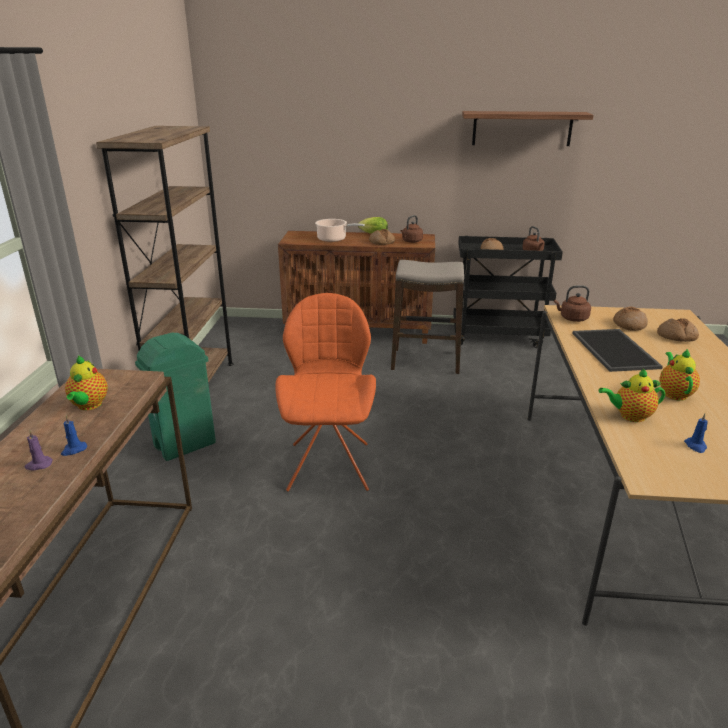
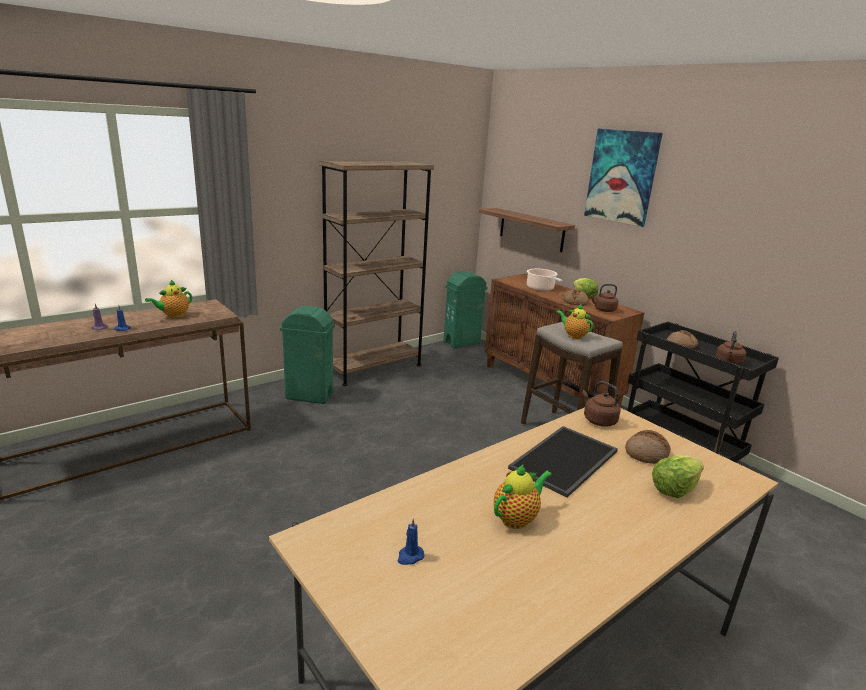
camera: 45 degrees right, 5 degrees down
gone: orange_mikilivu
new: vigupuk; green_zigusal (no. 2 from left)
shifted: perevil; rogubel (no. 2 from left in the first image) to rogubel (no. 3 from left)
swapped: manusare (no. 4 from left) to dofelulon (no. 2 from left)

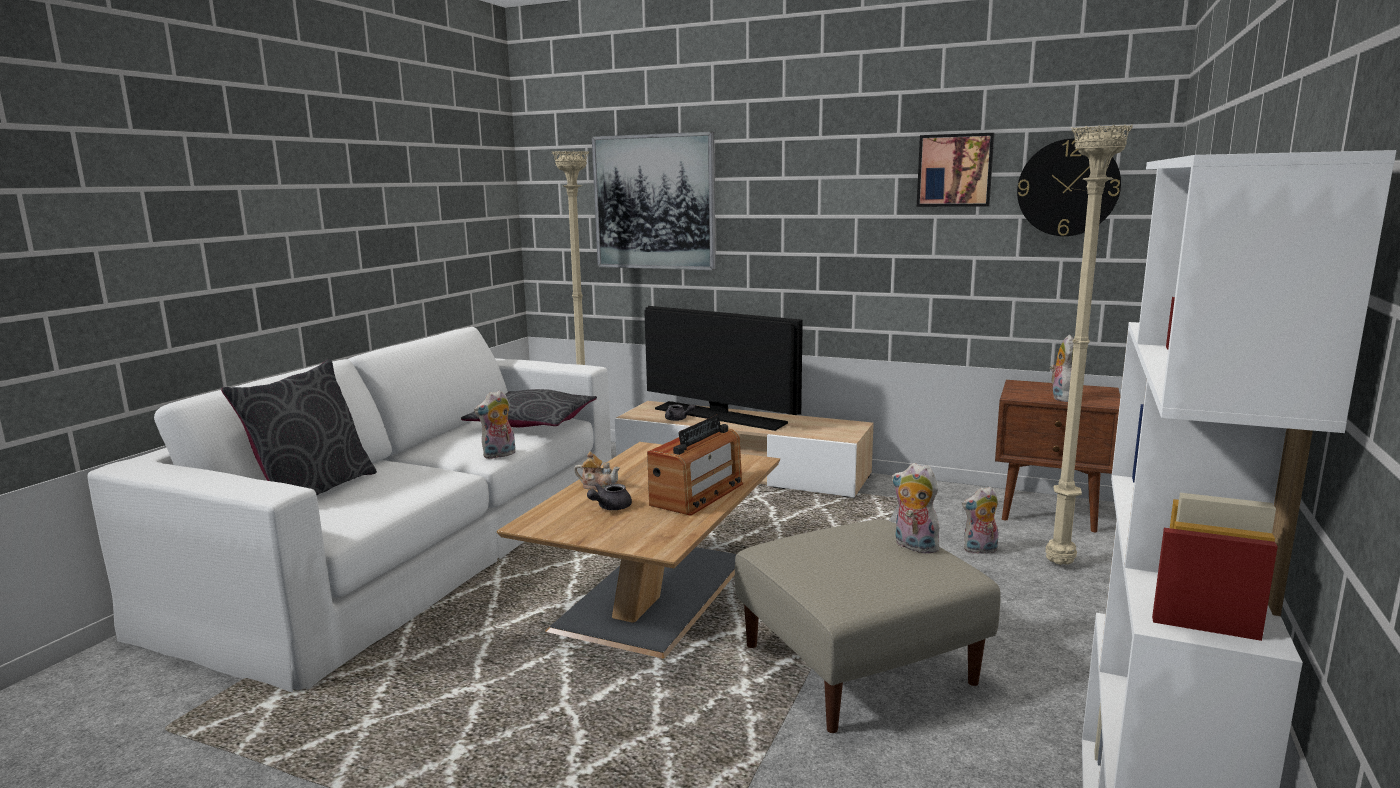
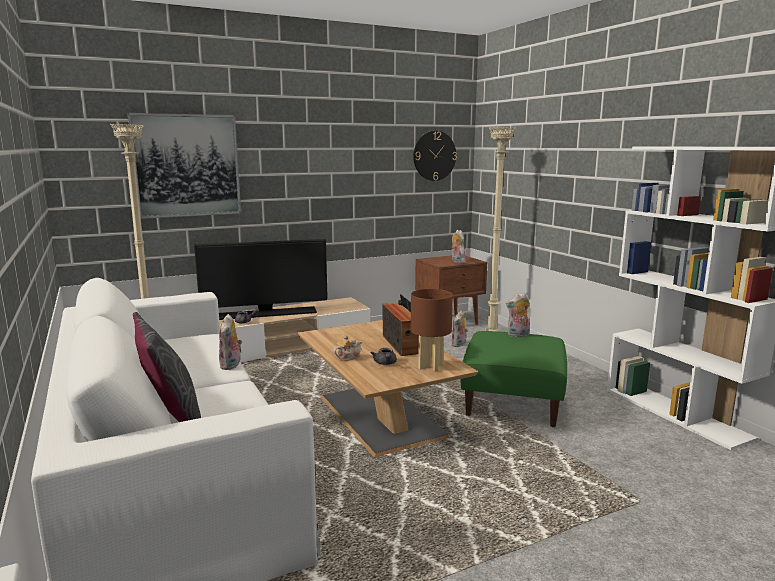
camera: 50 degrees left, 0 degrees up
gone: vigupuk (no. 2 from left); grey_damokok (no. 2 from left)
new: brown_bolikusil
repainted: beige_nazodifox to green_nazodifox

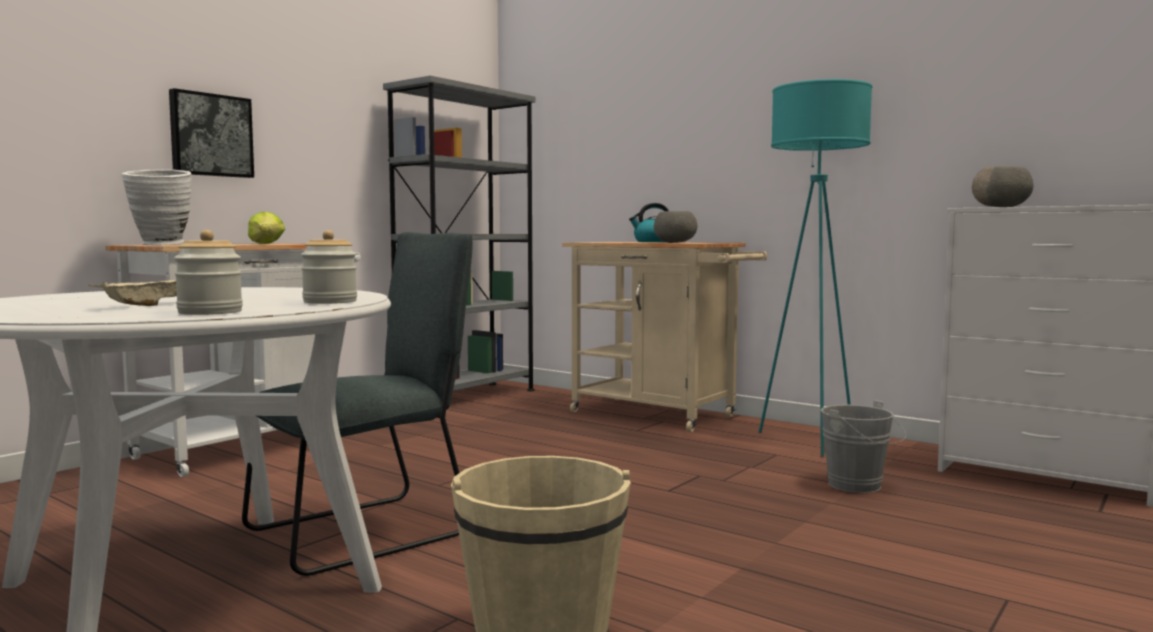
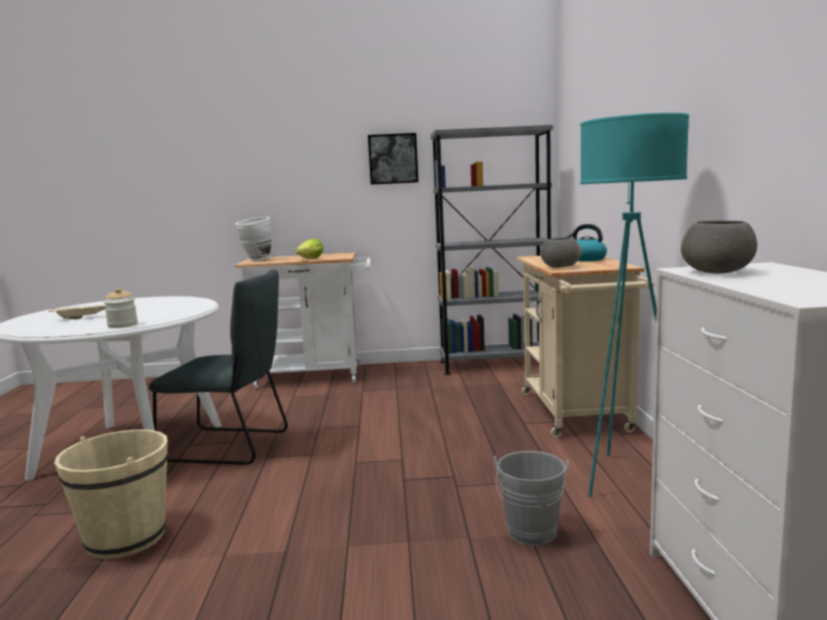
camera: 50 degrees right, 5 degrees up
gone: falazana (no. 1 from left)
shifted: vigupuk

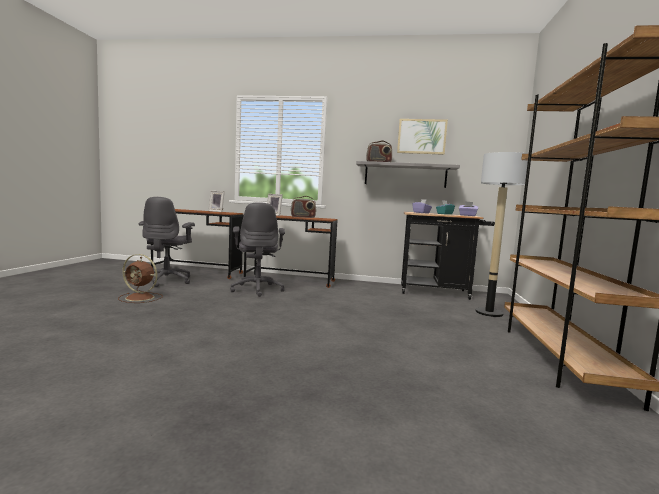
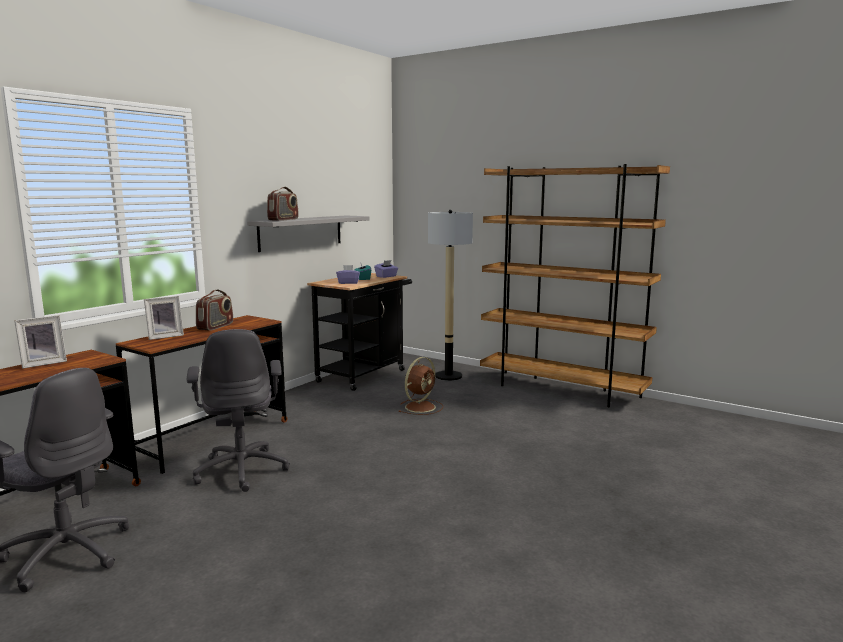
camera: 65 degrees left, 5 degrees up
gone: vigupuk
shifted: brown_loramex
rotated: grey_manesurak (no. 2 from left) 60 degrees clockwise

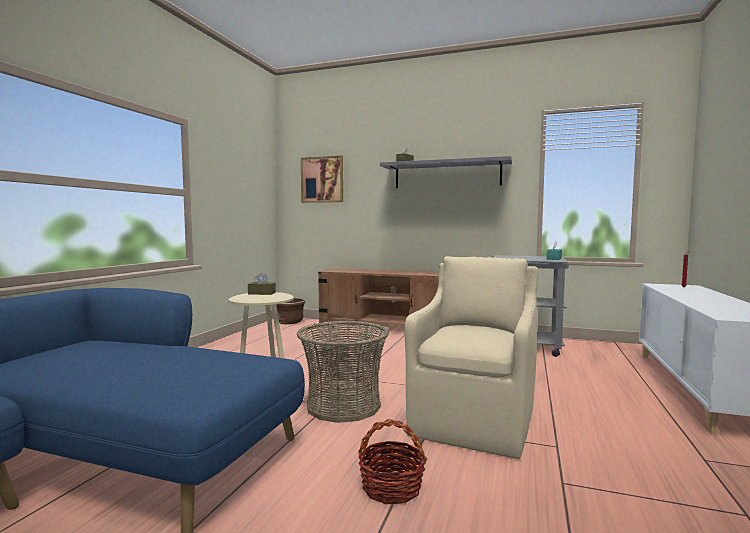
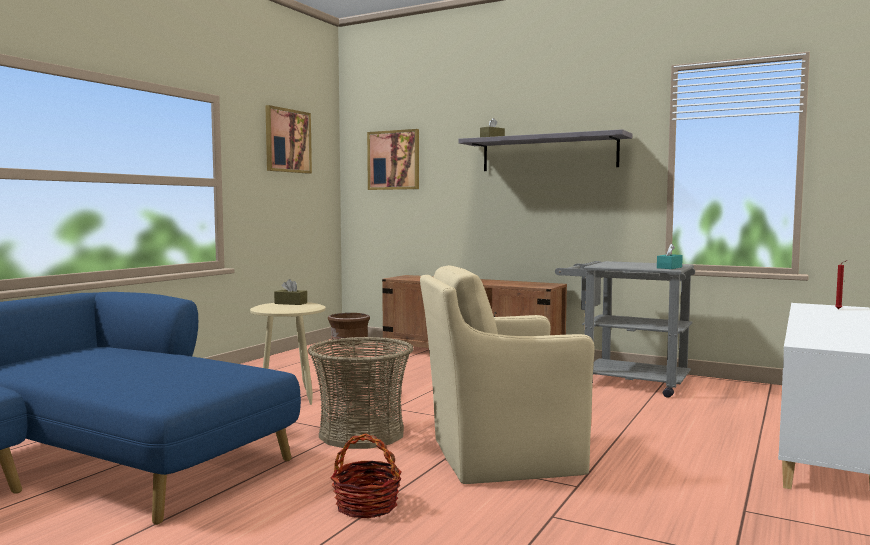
camera: 10 degrees right, 0 degrees up
new: vigupuk (no. 1 from left)
rotated: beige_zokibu 135 degrees counterclockwise

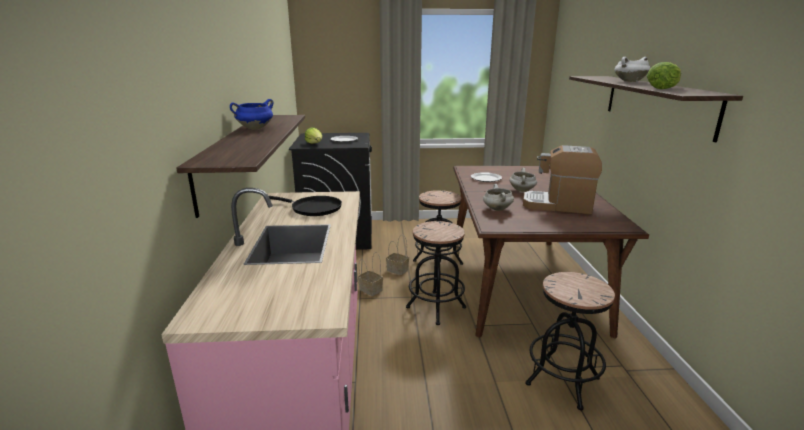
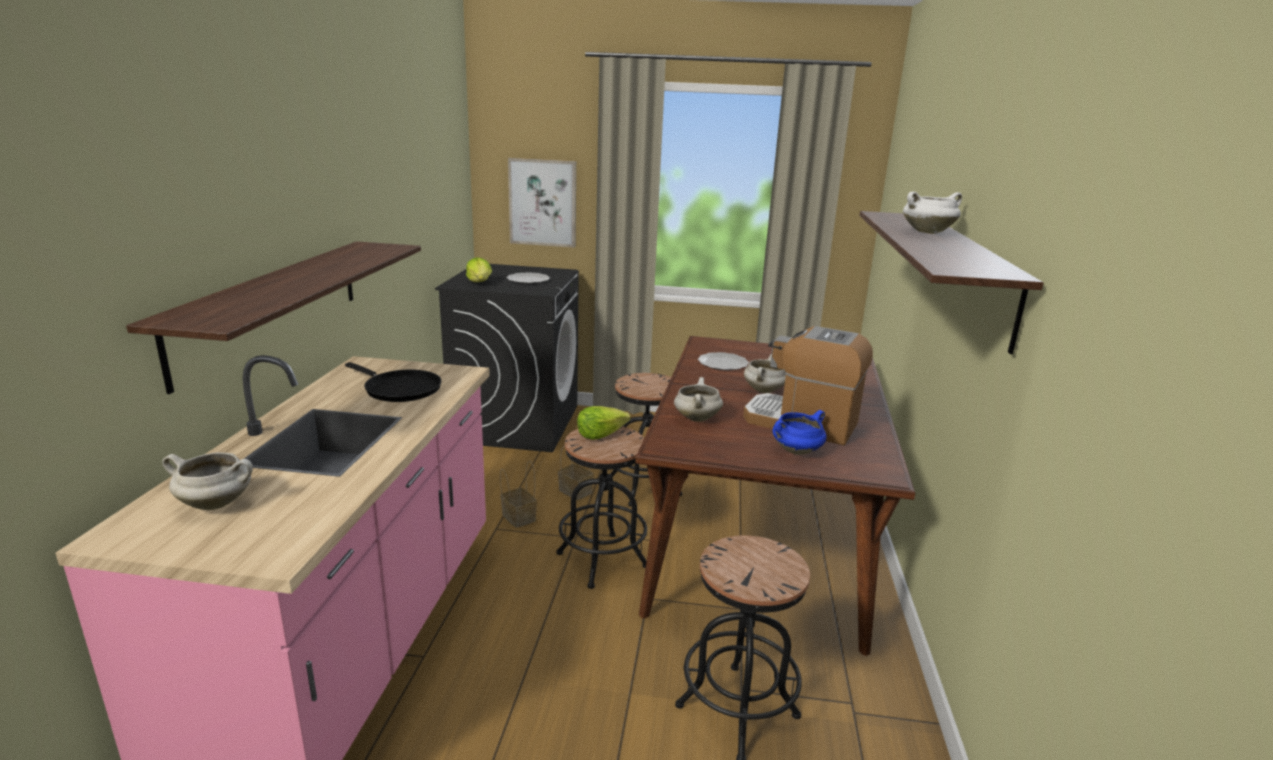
camera: 10 degrees right, 0 degrees up
new: vigupuk; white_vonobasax (no. 1 from left)
shifted: dofelulon (no. 2 from left); blue_vonobasax

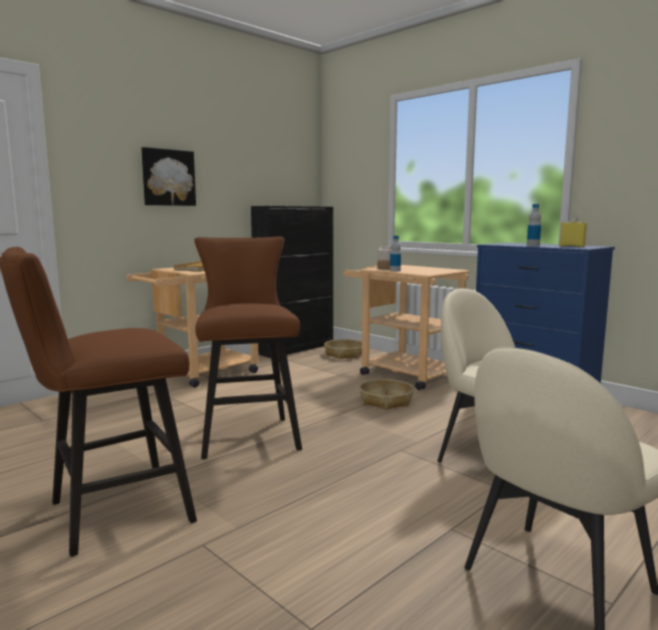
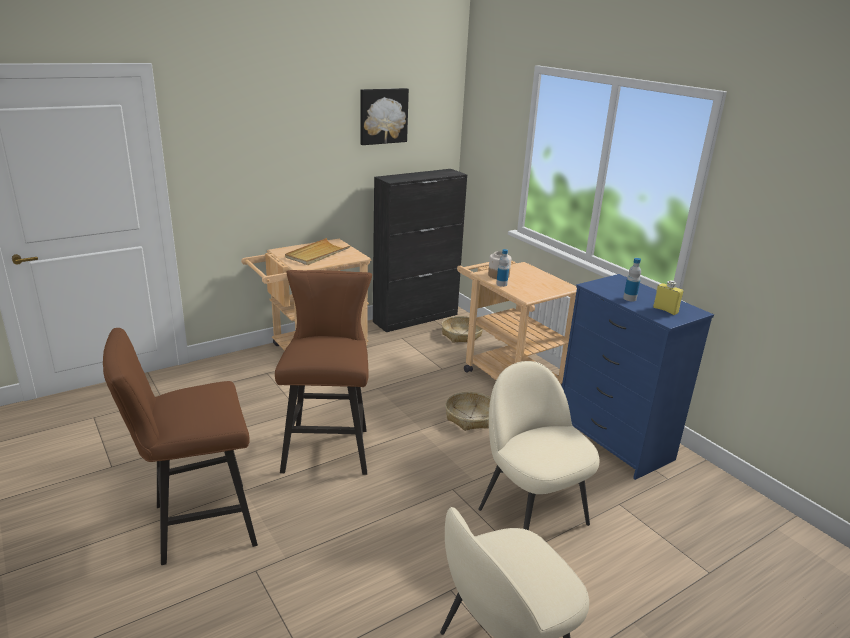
camera: 10 degrees right, 15 degrees up
shifted: vigupuk

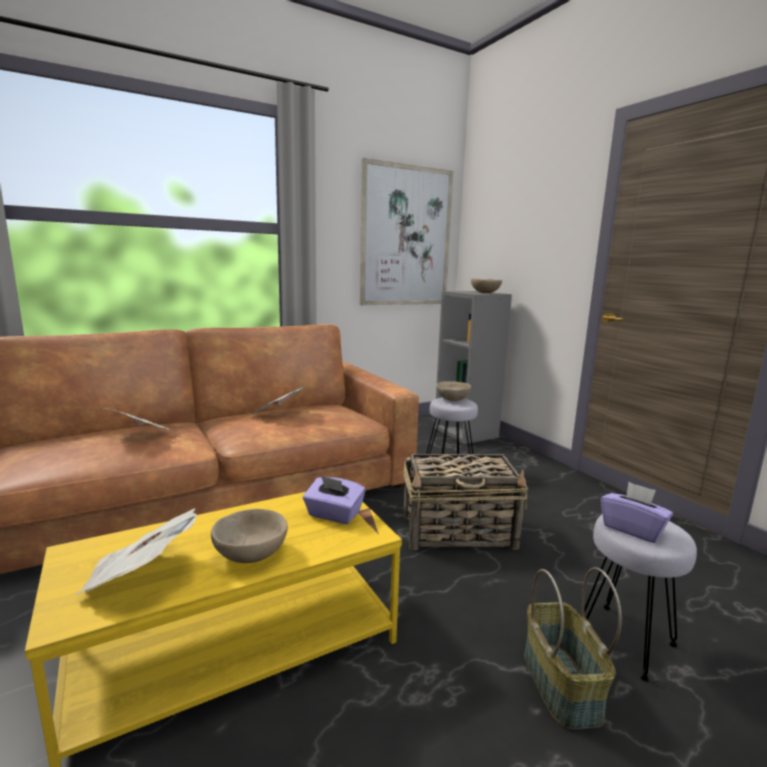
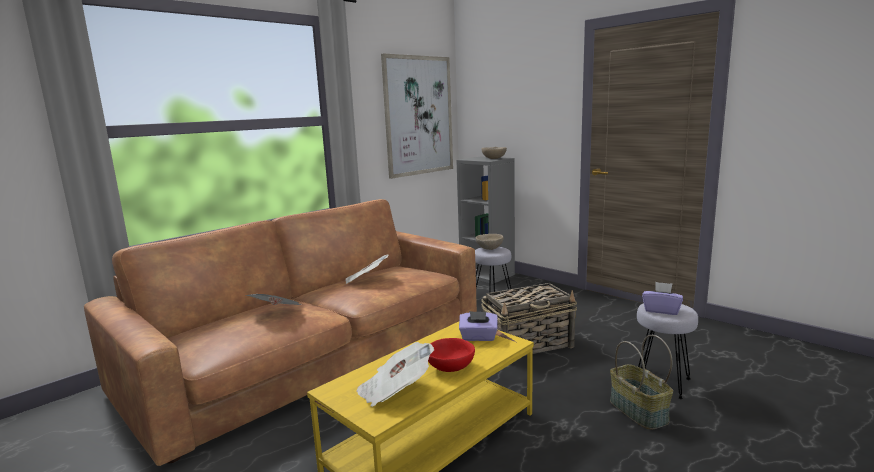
camera: 15 degrees left, 0 degrees up
repainted: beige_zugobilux (no. 1 from left) to red_zugobilux

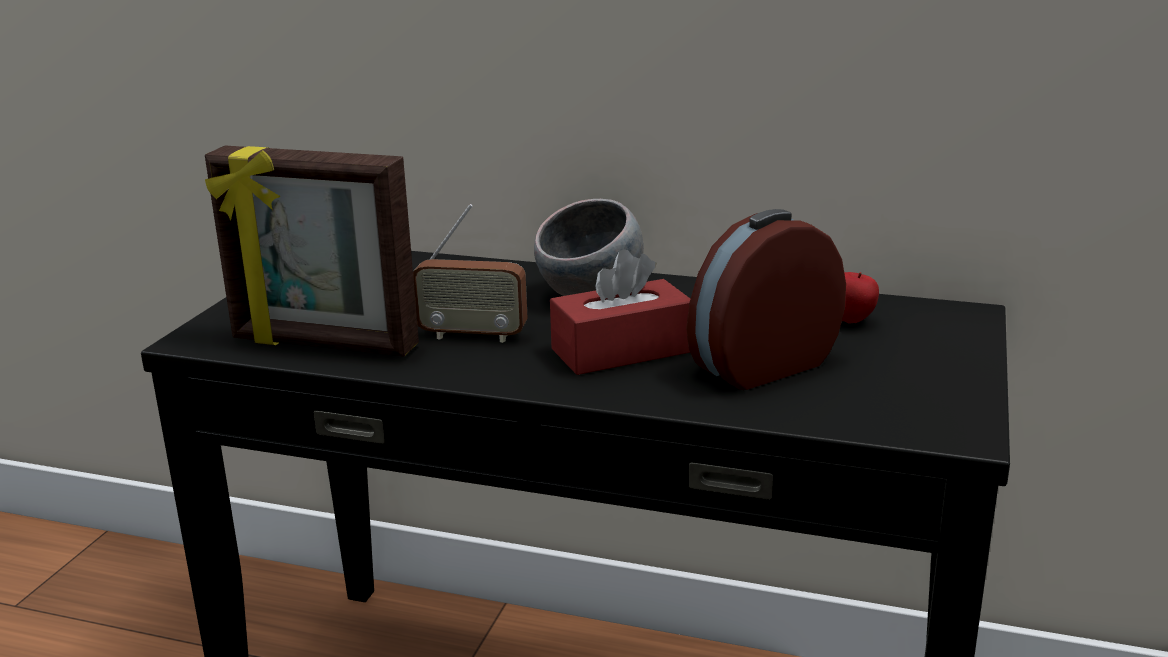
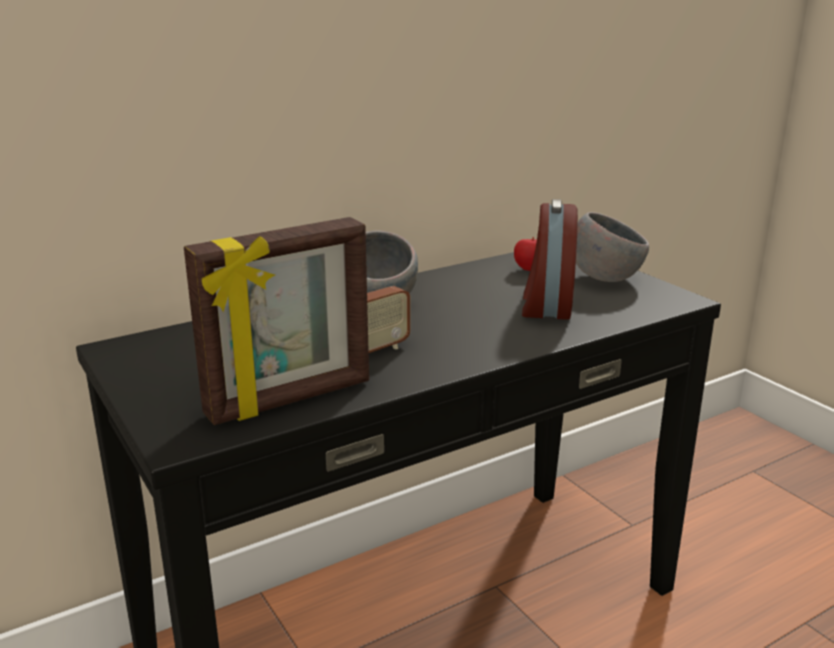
camera: 50 degrees left, 0 degrees up
gone: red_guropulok
new: grey_zugobilux (no. 2 from left)

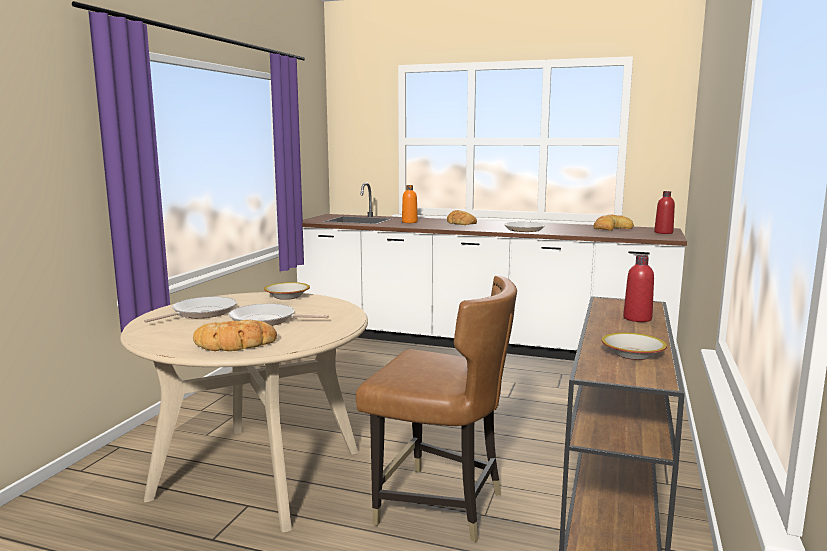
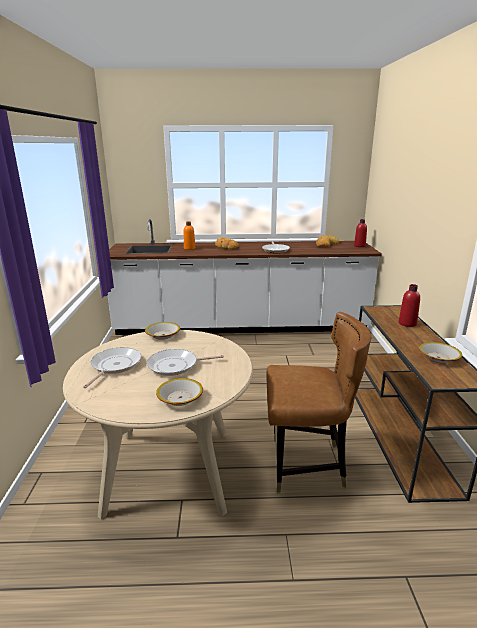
camera: 20 degrees left, 10 degrees up
swapped: manusare (no. 1 from left) to zugobilux (no. 2 from left)

